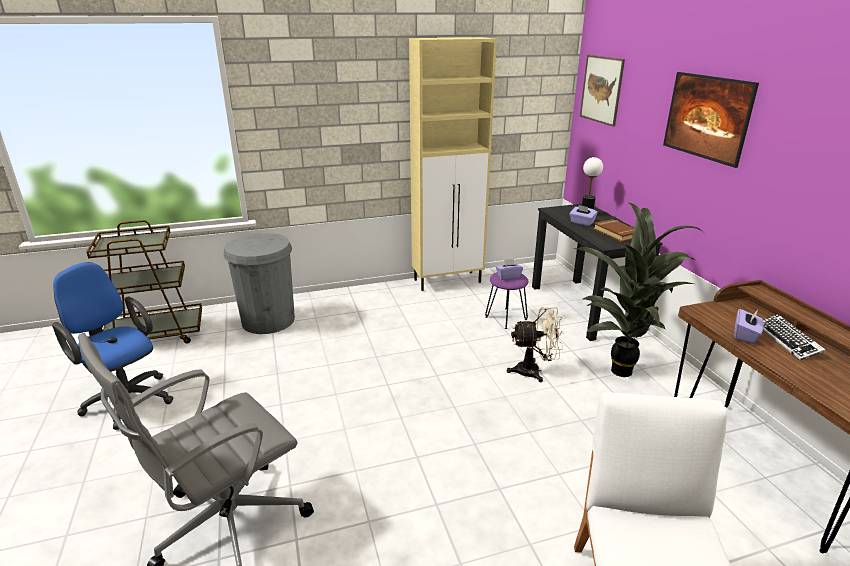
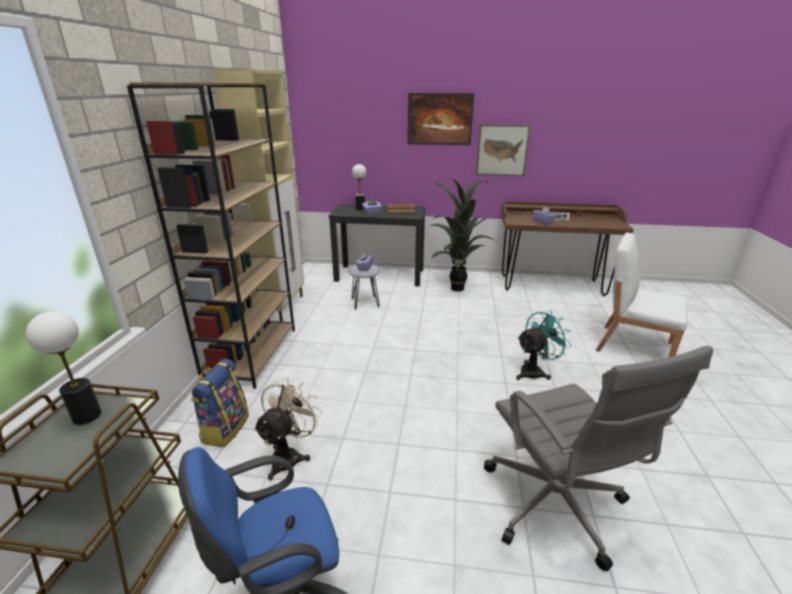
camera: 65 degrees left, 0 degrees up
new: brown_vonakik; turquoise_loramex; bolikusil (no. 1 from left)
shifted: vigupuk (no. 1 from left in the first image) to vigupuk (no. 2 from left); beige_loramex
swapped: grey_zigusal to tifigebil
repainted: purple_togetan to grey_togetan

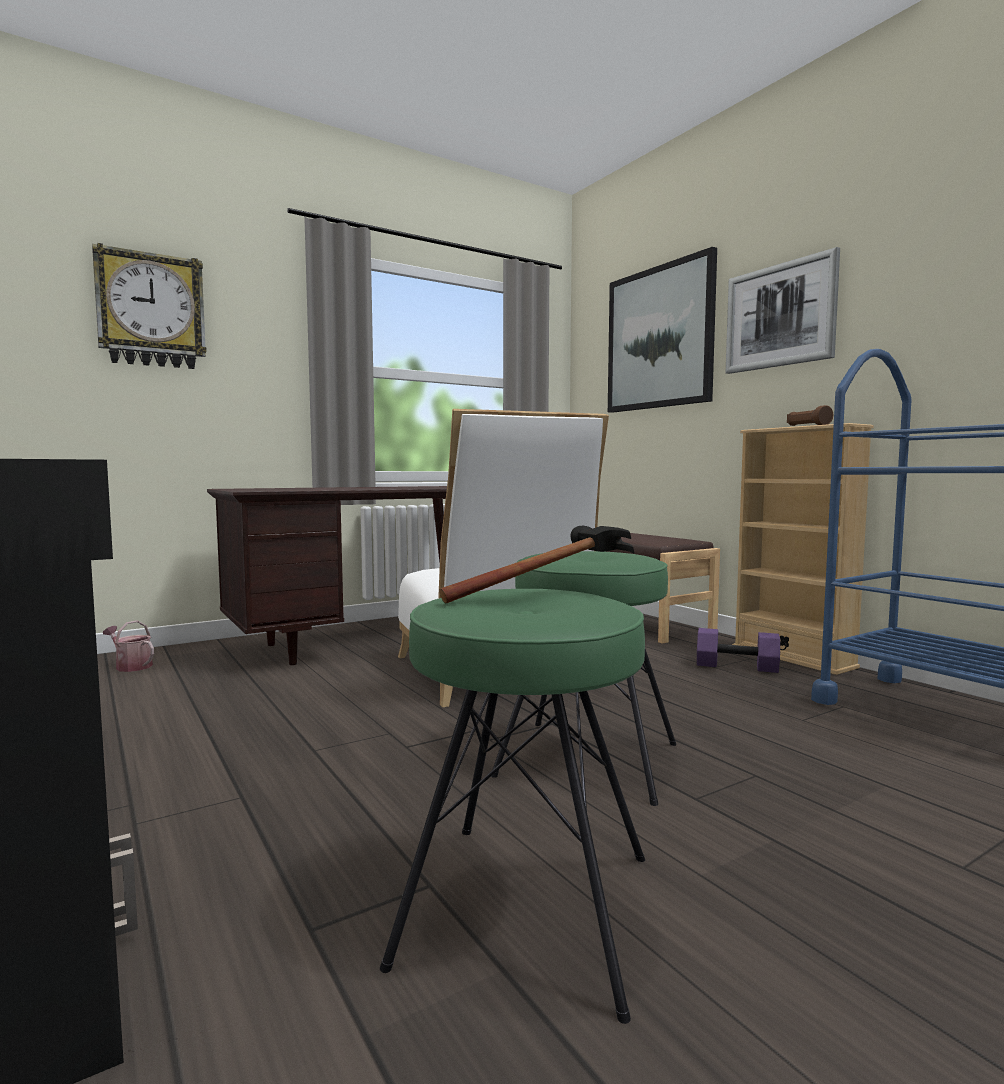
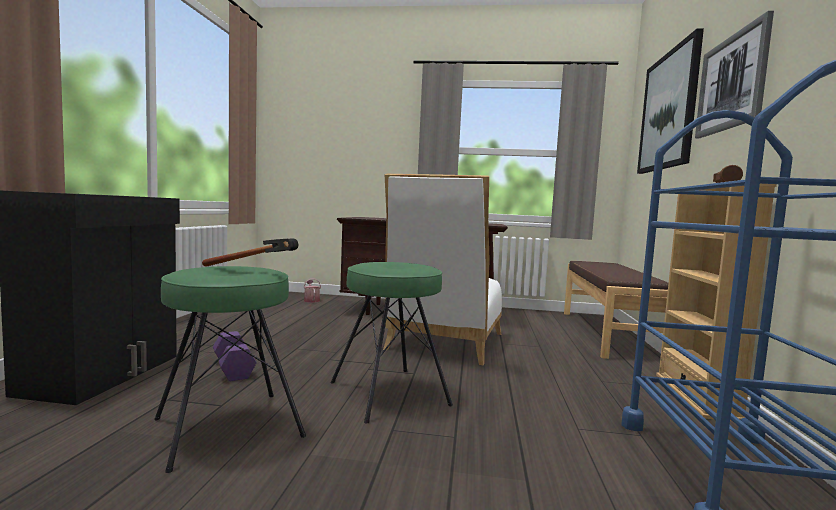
camera: 40 degrees right, 0 degrees up
gone: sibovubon
shifted: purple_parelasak

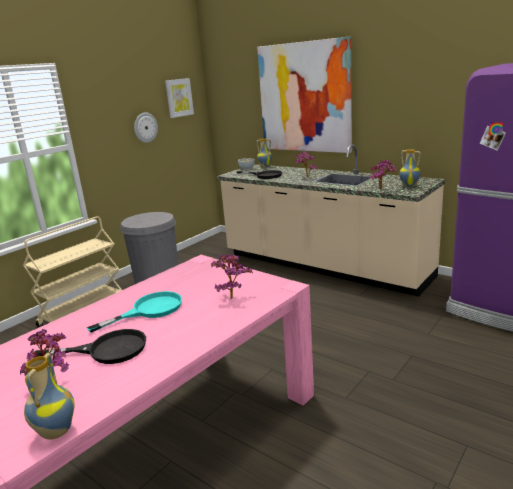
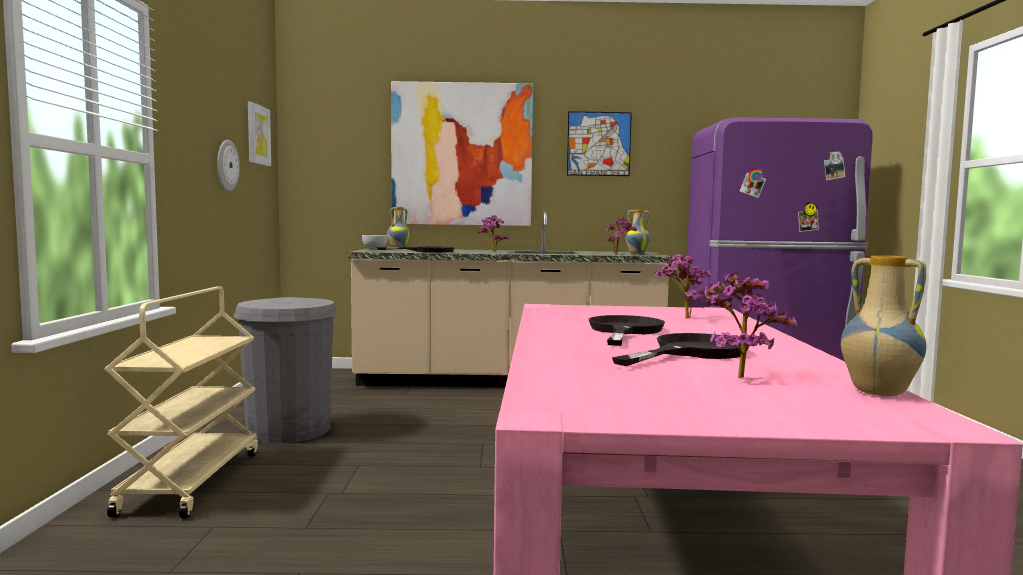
camera: 40 degrees left, 15 degrees down
new: vigupuk (no. 3 from left)
repainted: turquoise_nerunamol to black_nerunamol (no. 2 from left)

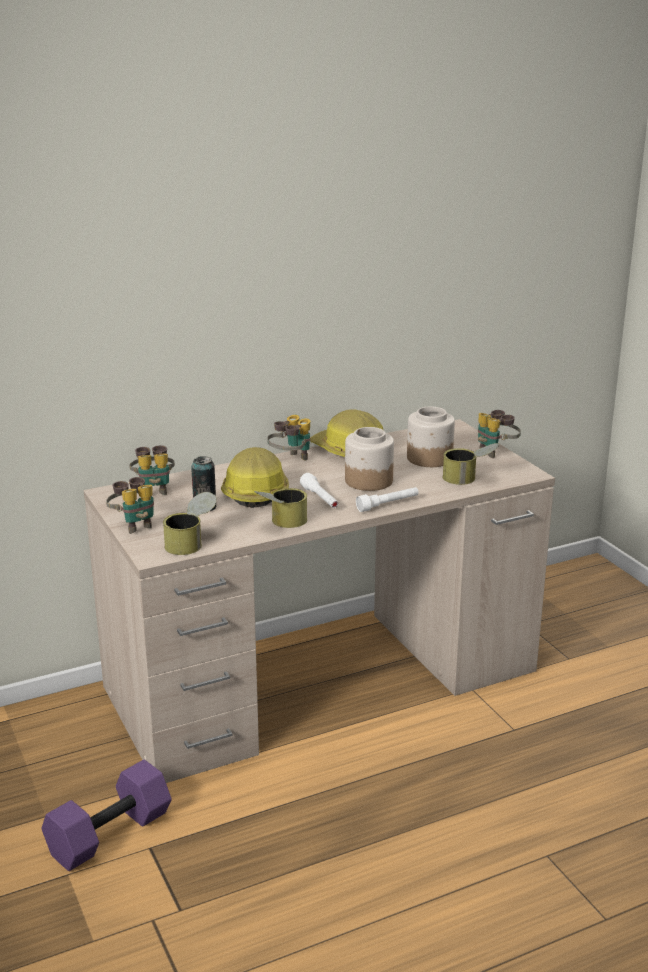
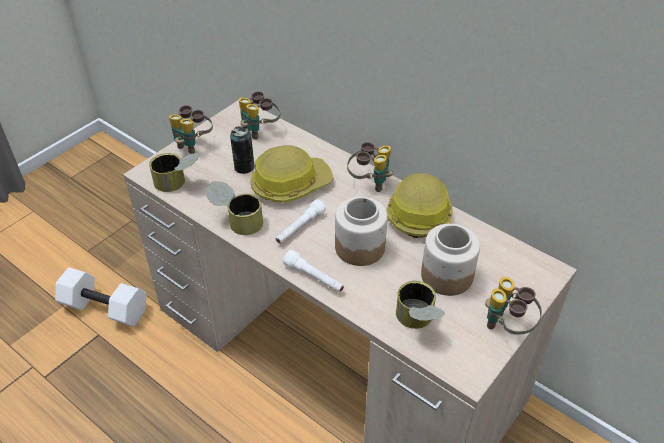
camera: 65 degrees right, 20 degrees up
repainted: purple_parelasak to white_parelasak

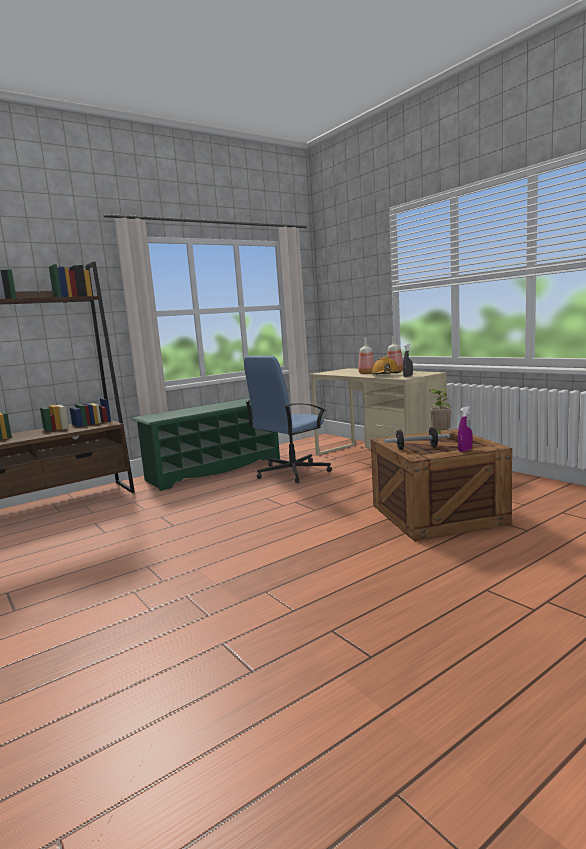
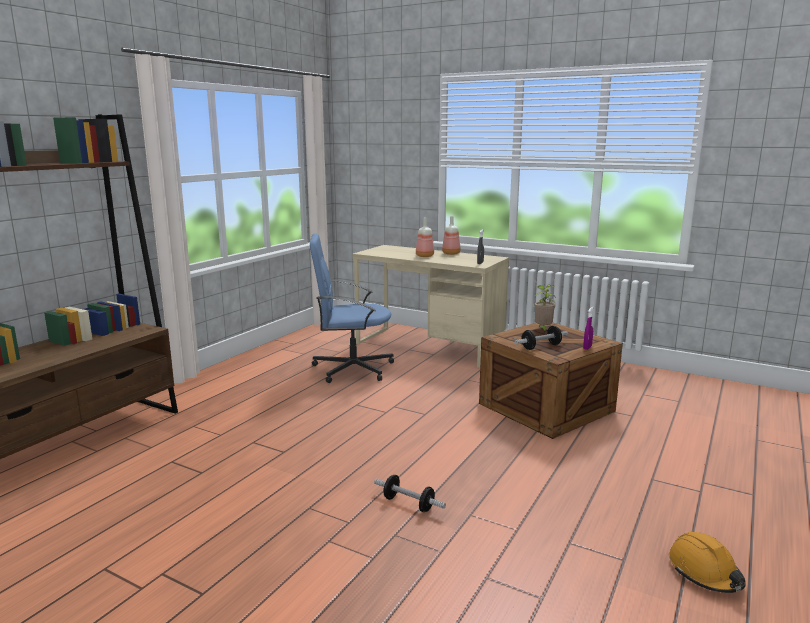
camera: 25 degrees left, 5 degrees up
gone: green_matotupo
new: parelasak (no. 1 from left)
shifted: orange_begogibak
rotated: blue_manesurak 60 degrees clockwise

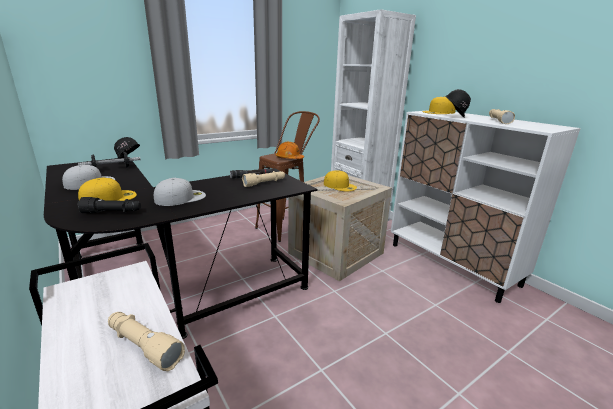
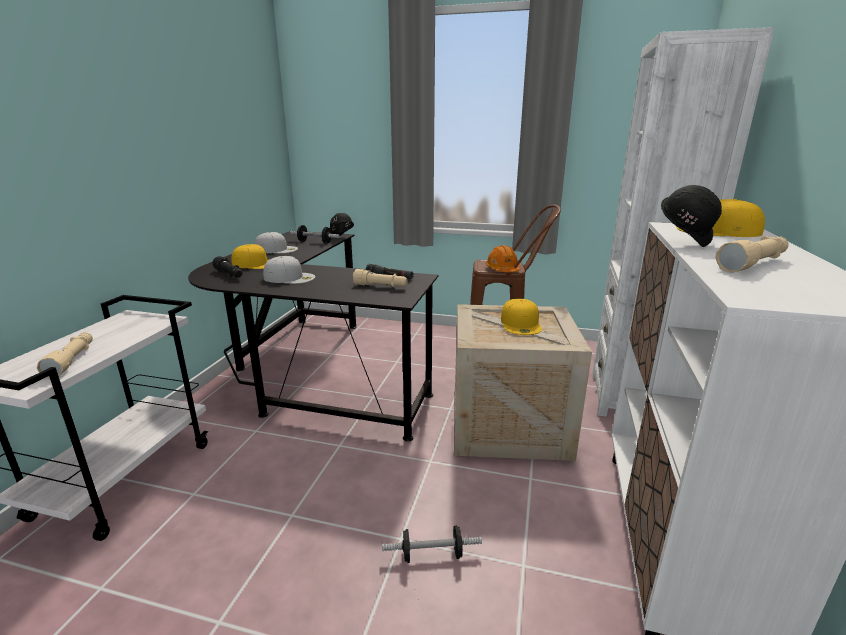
camera: 50 degrees right, 0 degrees up
new: parelasak (no. 2 from left)

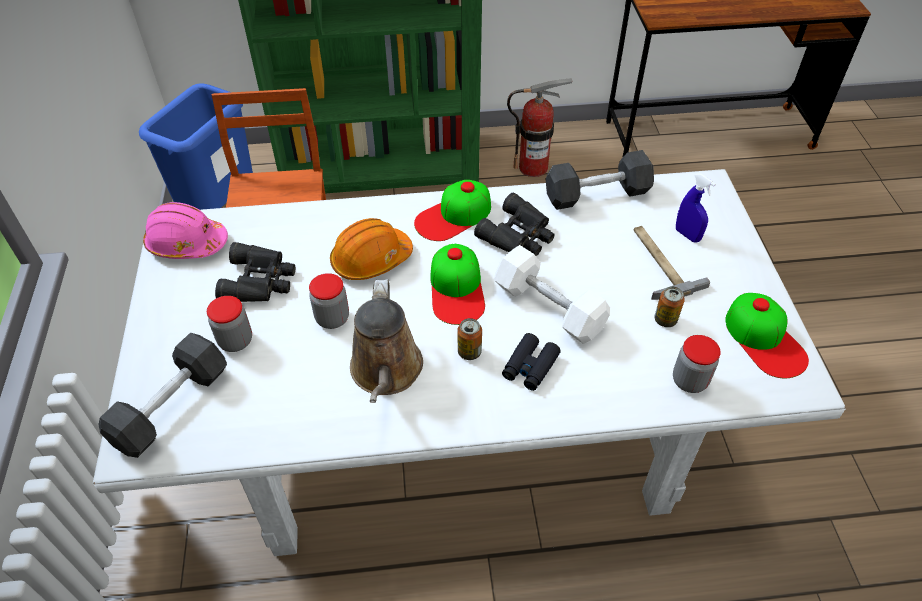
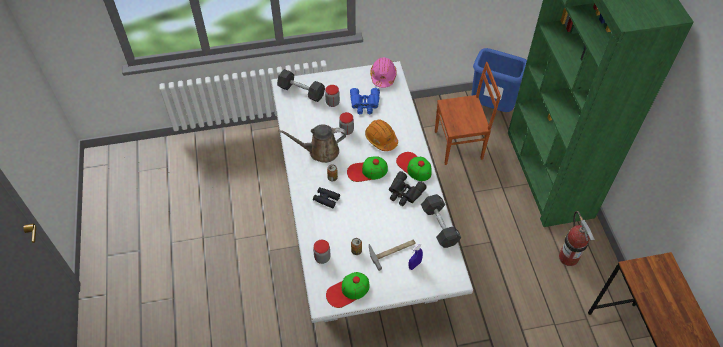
camera: 85 degrees right, 5 degrees up
gone: white_parelasak
repainted: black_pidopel (no. 1 from left) to blue_pidopel

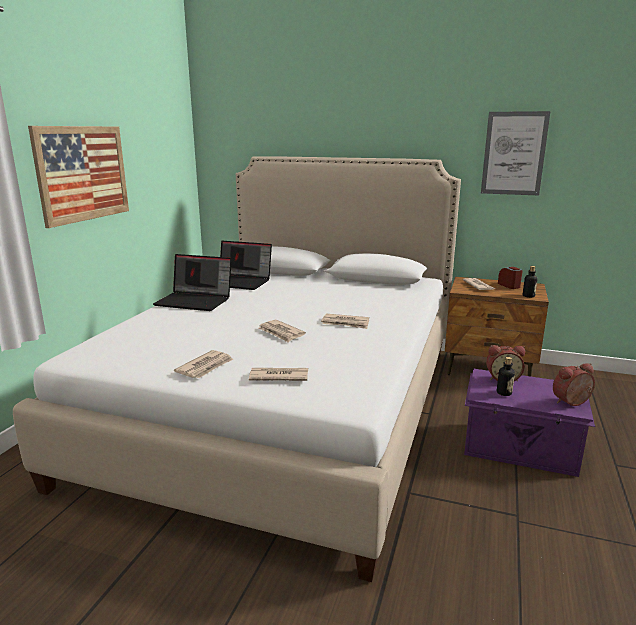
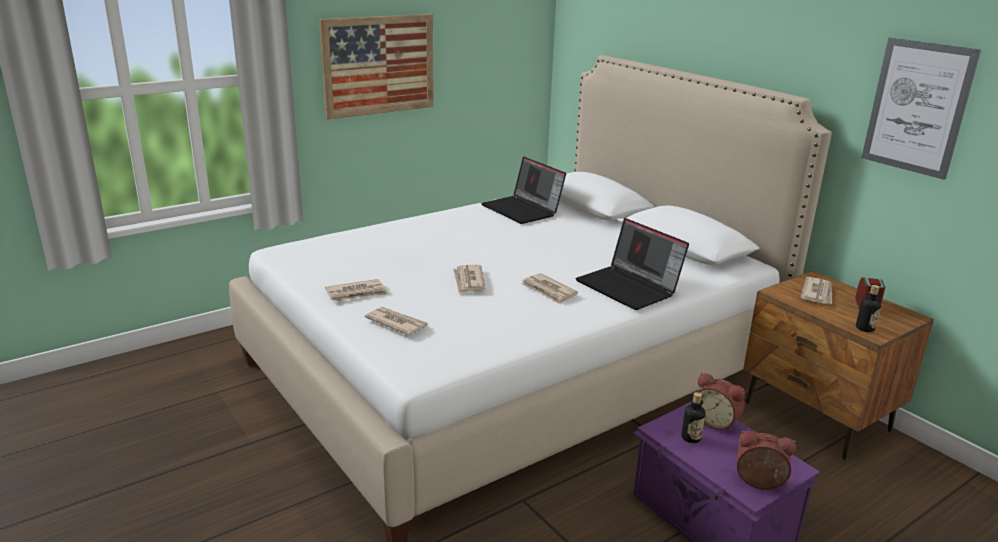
camera: 35 degrees right, 5 degrees up
shifted: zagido (no. 1 from left in the first image) to zagido (no. 2 from left)

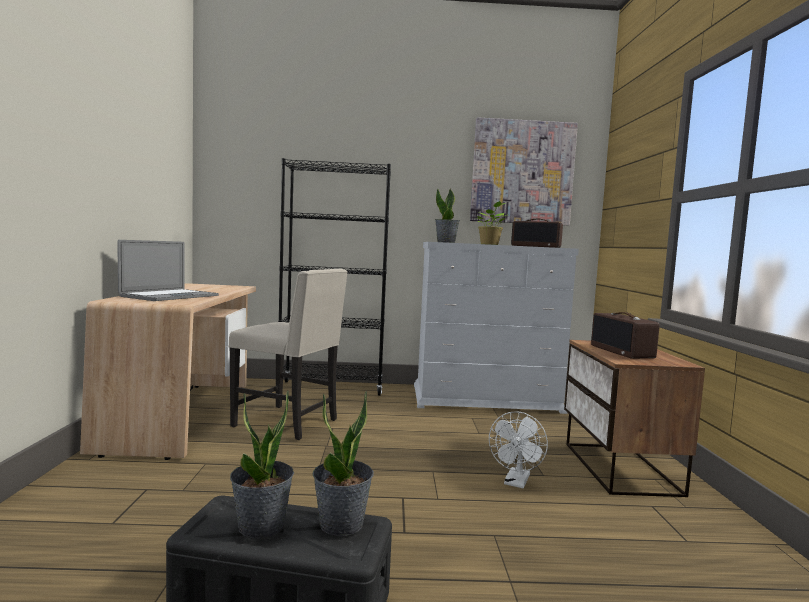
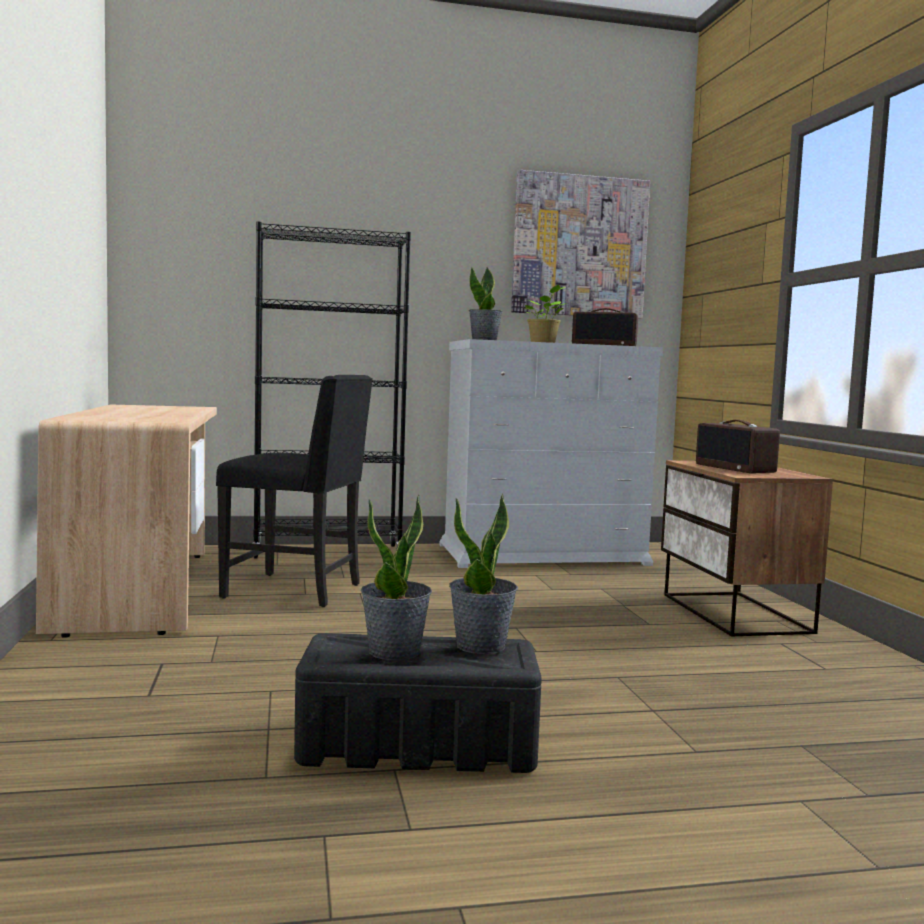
camera: 10 degrees left, 0 degrees up
gone: zagido; white_loramex
repainted: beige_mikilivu to black_mikilivu

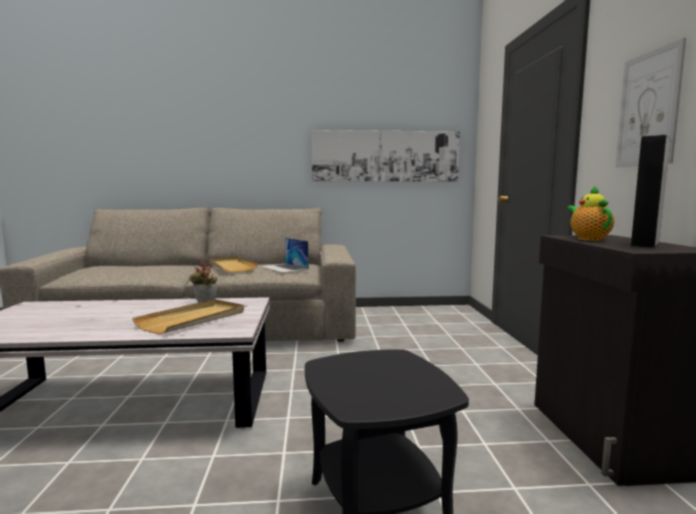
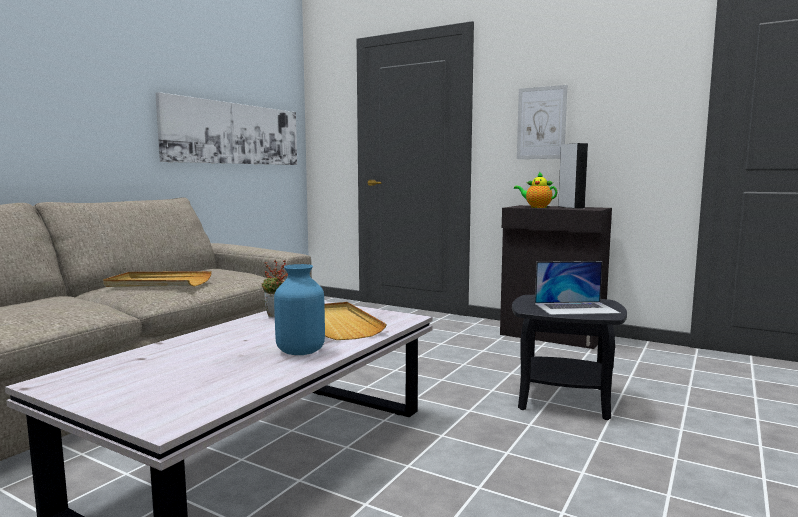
camera: 55 degrees left, 0 degrees up
new: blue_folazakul
shifted: zagido

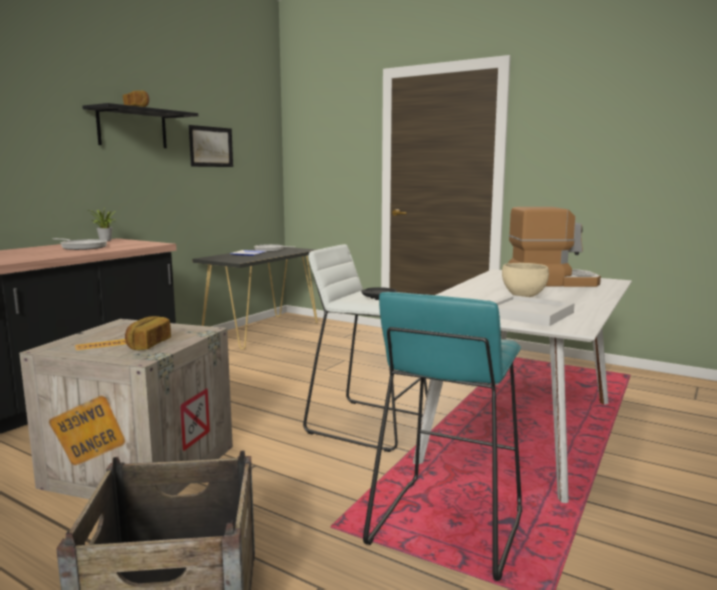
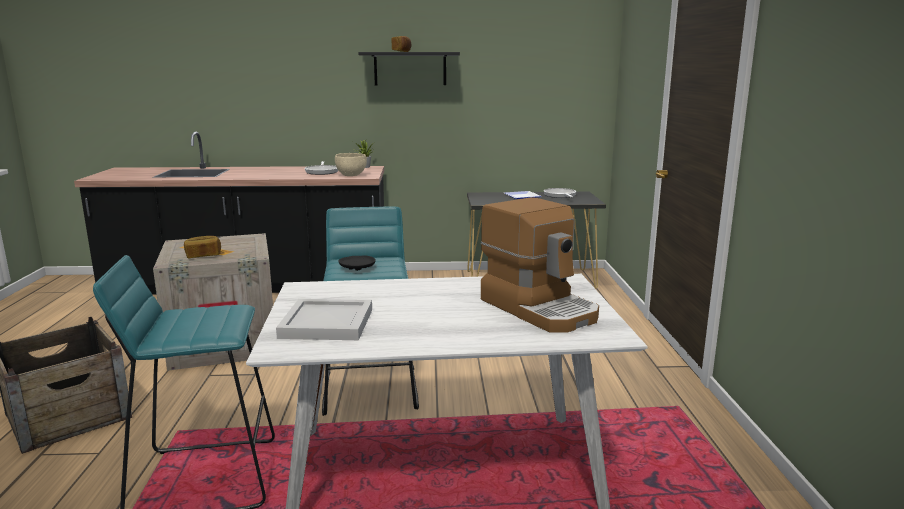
camera: 55 degrees right, 5 degrees up
gone: vigupuk
shifted: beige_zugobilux
repainted: white_togetan to turquoise_togetan (no. 2 from left)

